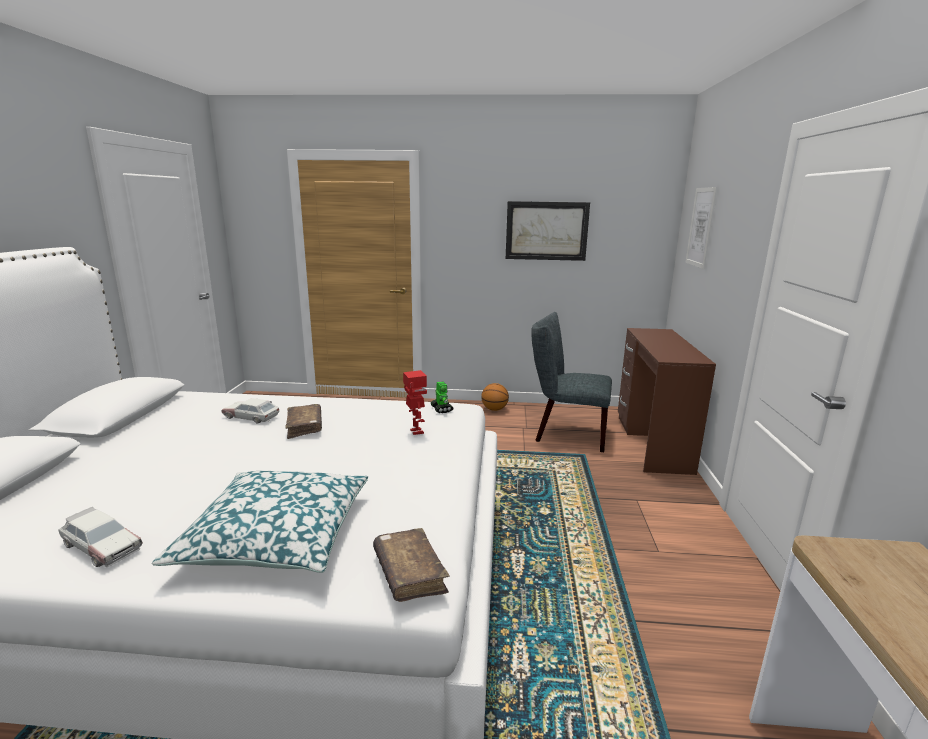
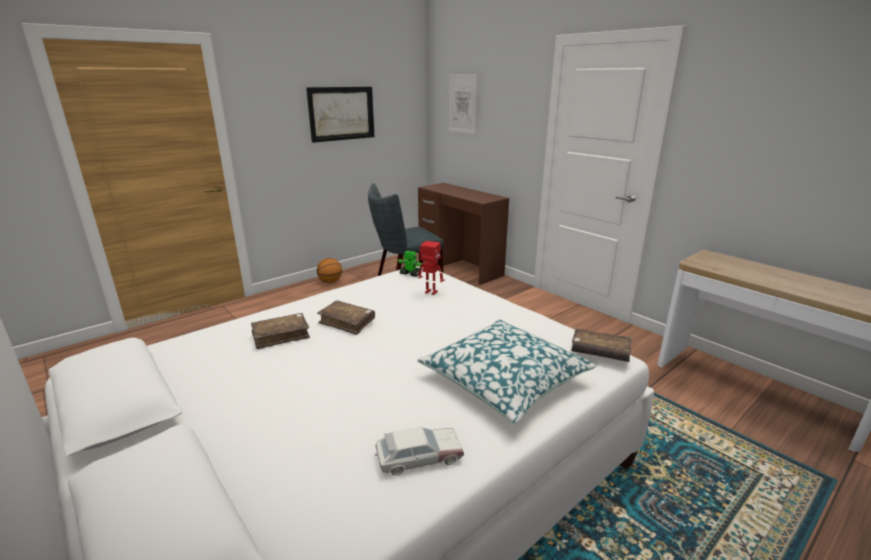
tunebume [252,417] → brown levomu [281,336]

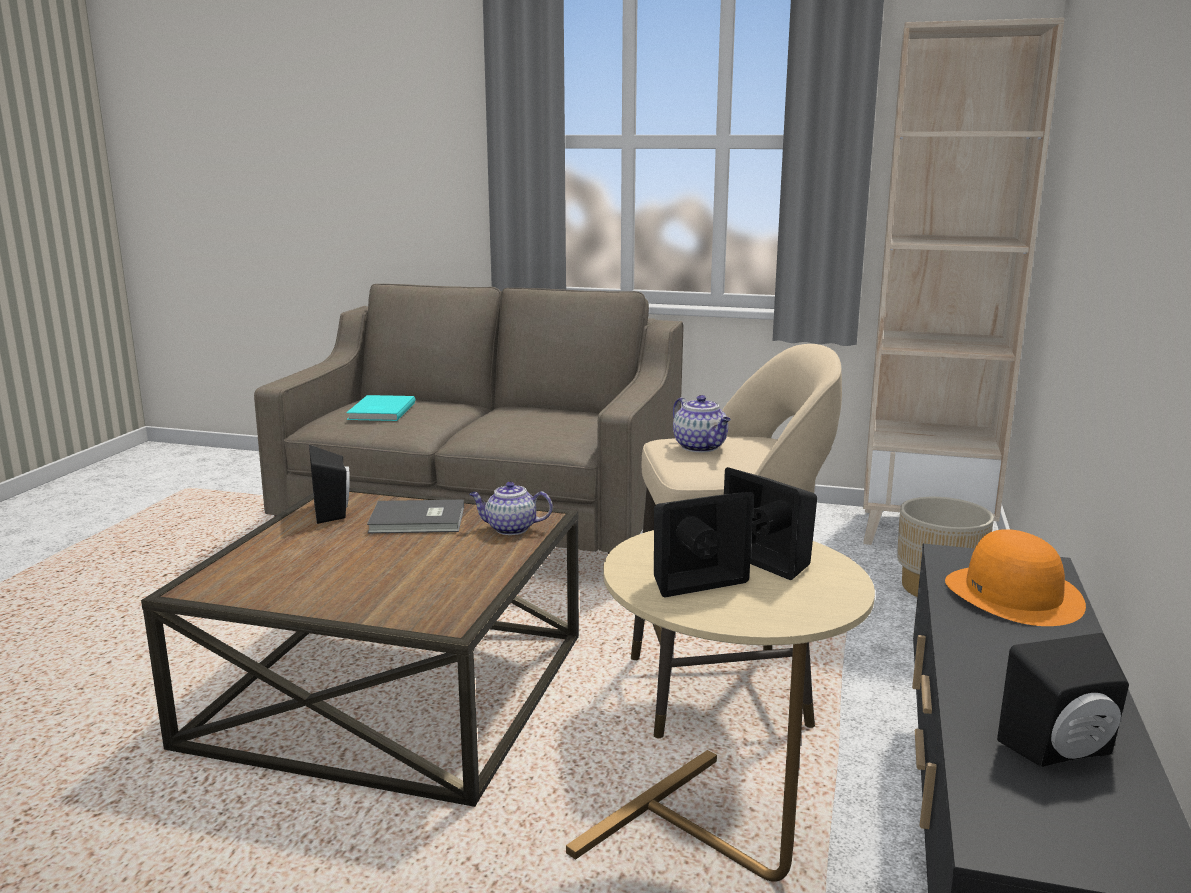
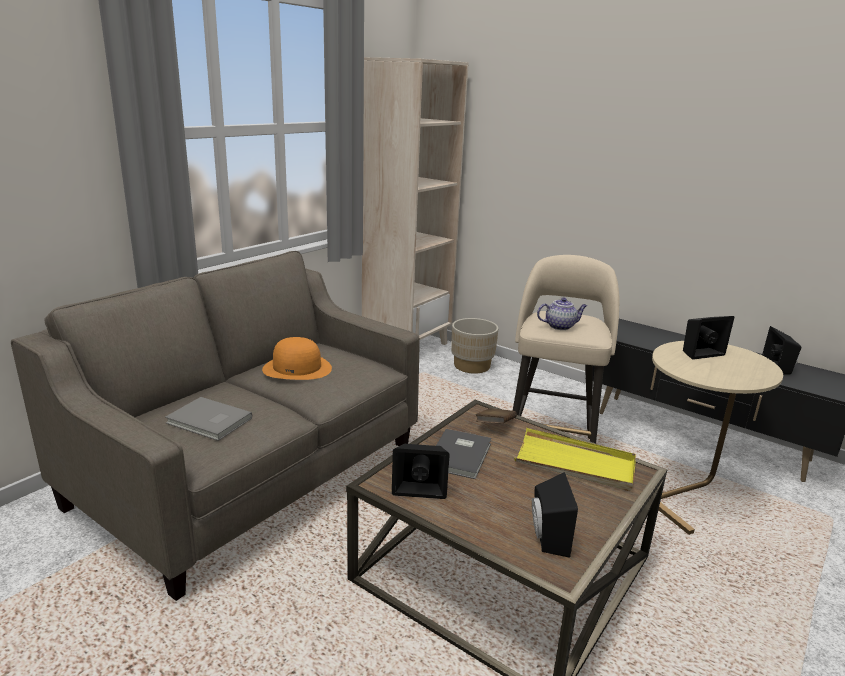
turquoise levomu [379,411] → grey levomu [209,421]
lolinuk [510,529] → brown levomu [495,426]
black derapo [693,579] → black derapo [546,537], move
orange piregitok [1013,595] → orange piregitok [297,368], move
- → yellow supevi [575,463]

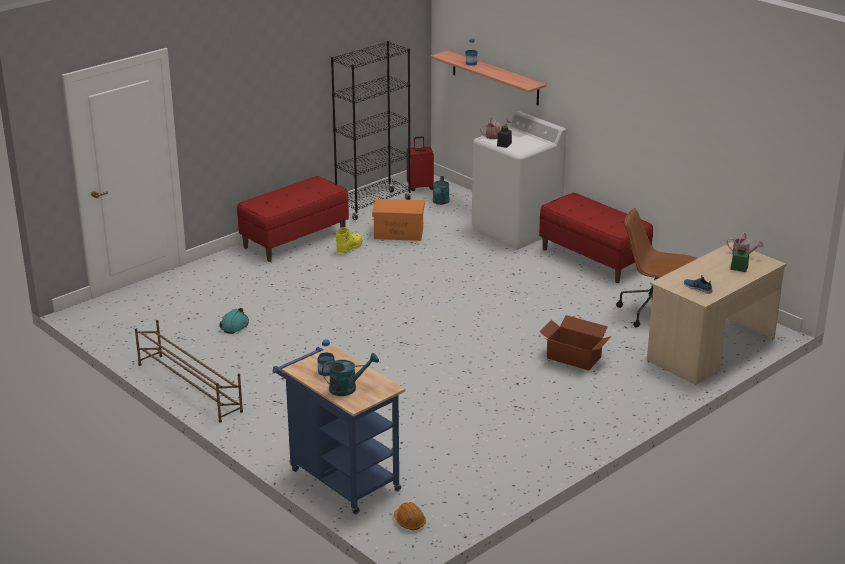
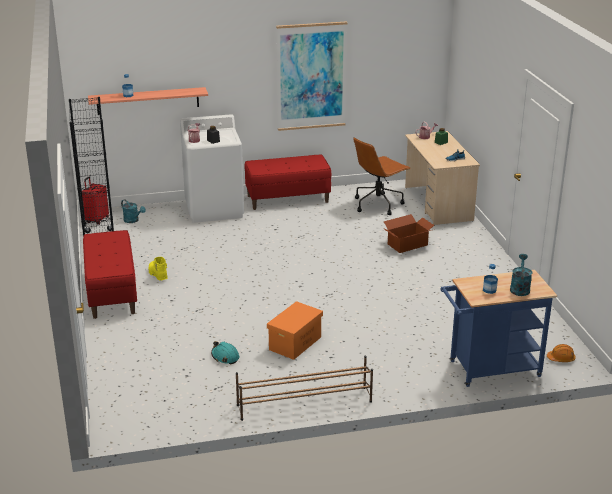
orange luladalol [399,233] → orange luladalol [295,343], move
- → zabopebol [311,76]

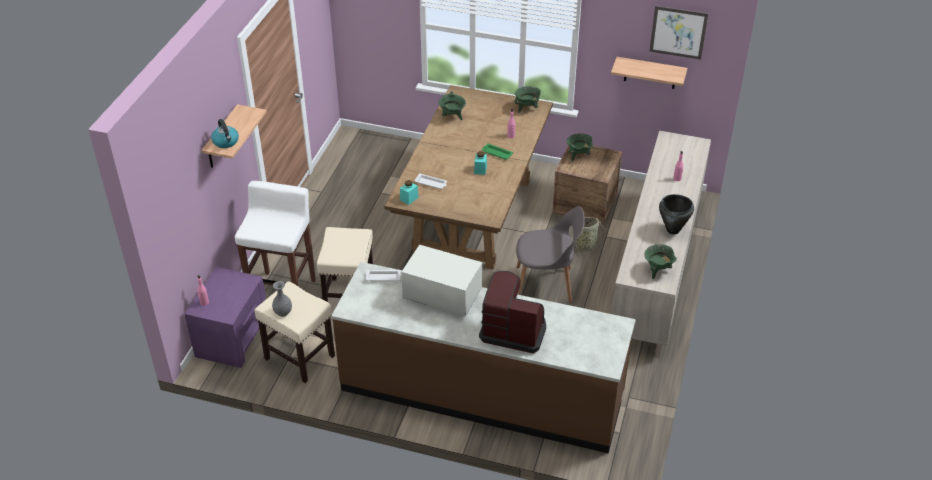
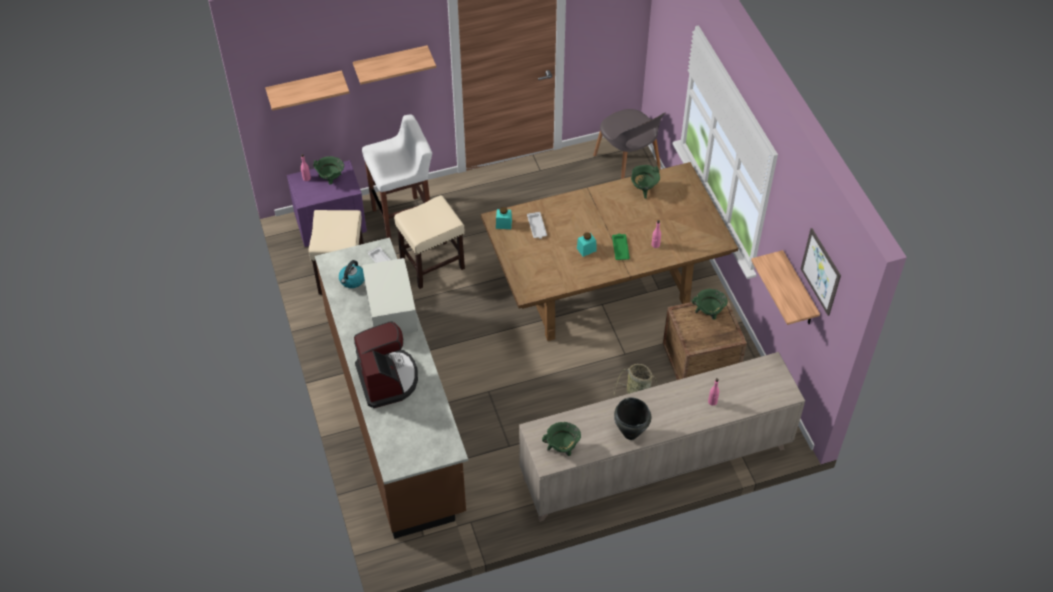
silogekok [226,142] → silogekok [352,280], move
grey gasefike [282,312] → -
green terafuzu [527,108] → green terafuzu [331,179], move
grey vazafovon [546,284] → grey vazafovon [627,163], move
- → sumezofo [305,89]

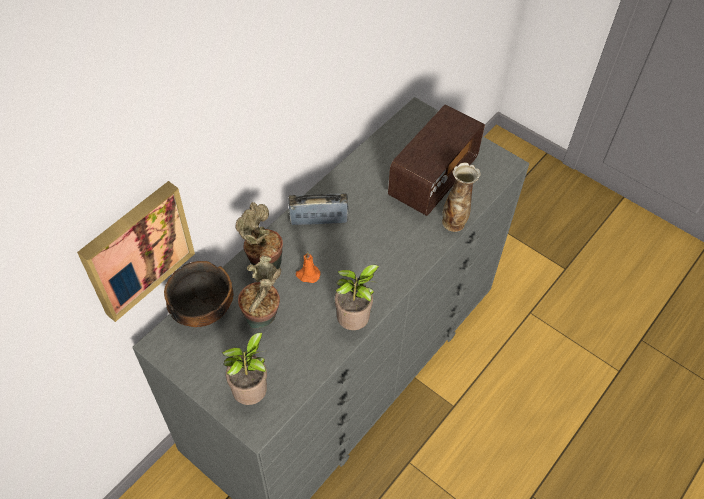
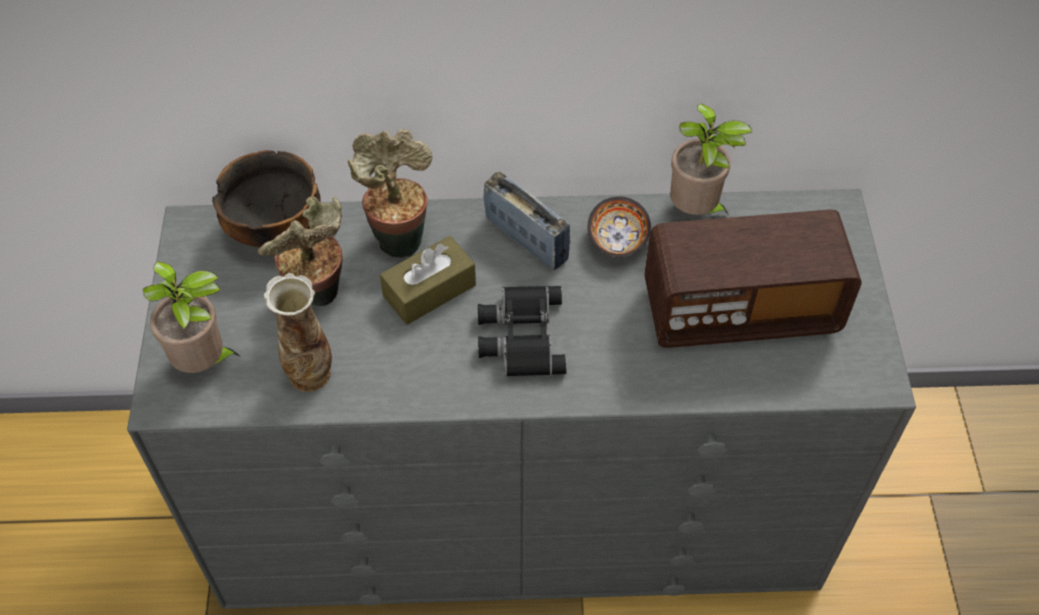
zabopebol [136,249] → -
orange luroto [307,275] → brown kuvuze [429,290]
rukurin [355,322] → rukurin [696,211], move
gasefike [454,223] → gasefike [310,375], move
- → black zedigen [520,335]
- → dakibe [616,240]

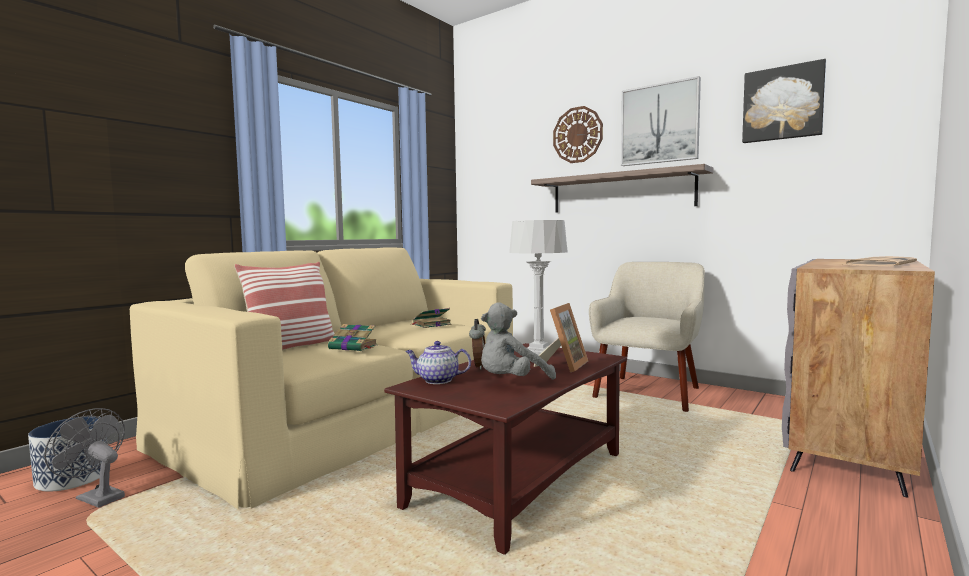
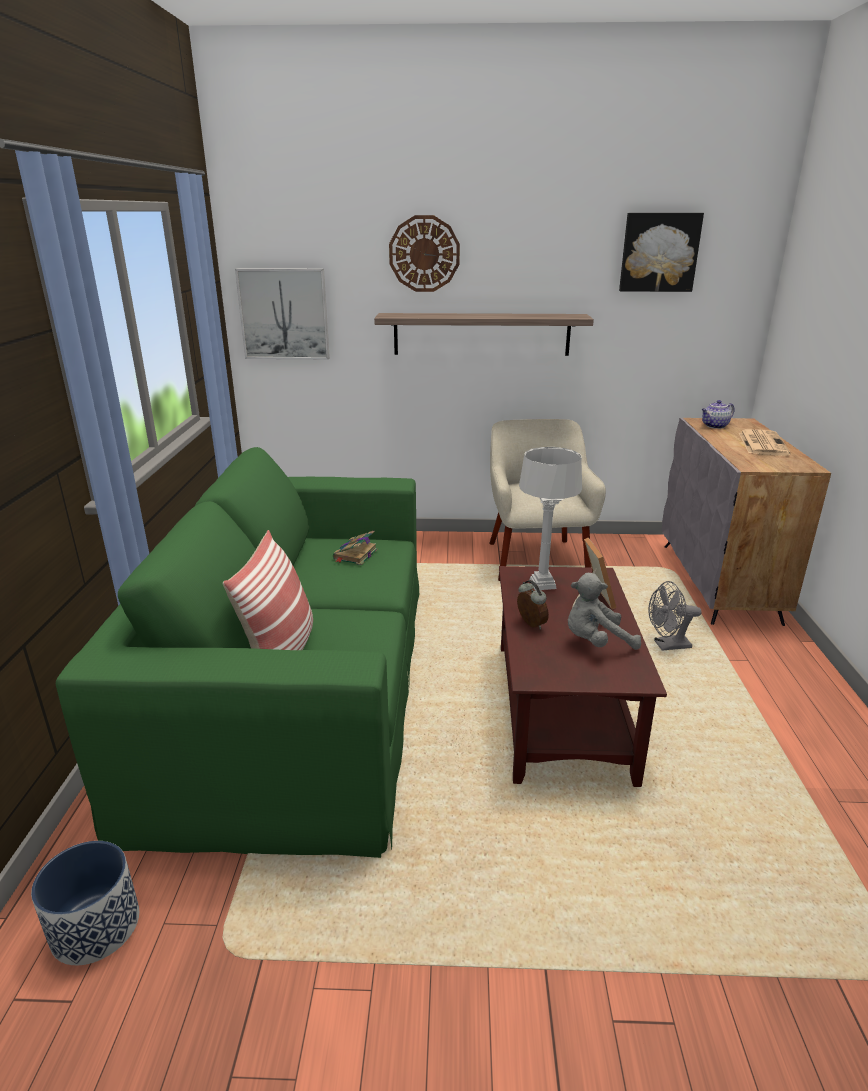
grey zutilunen [95,497] → grey zutilunen [667,646], move
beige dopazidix [353,415] → green dopazidix [297,688]
levomu [354,347] → -
lolinuk [437,380] → lolinuk [714,426], move
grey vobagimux [511,382] → grey vobagimux [595,642], 60 degrees clockwise
zabopebol [659,124] → zabopebol [284,314], move

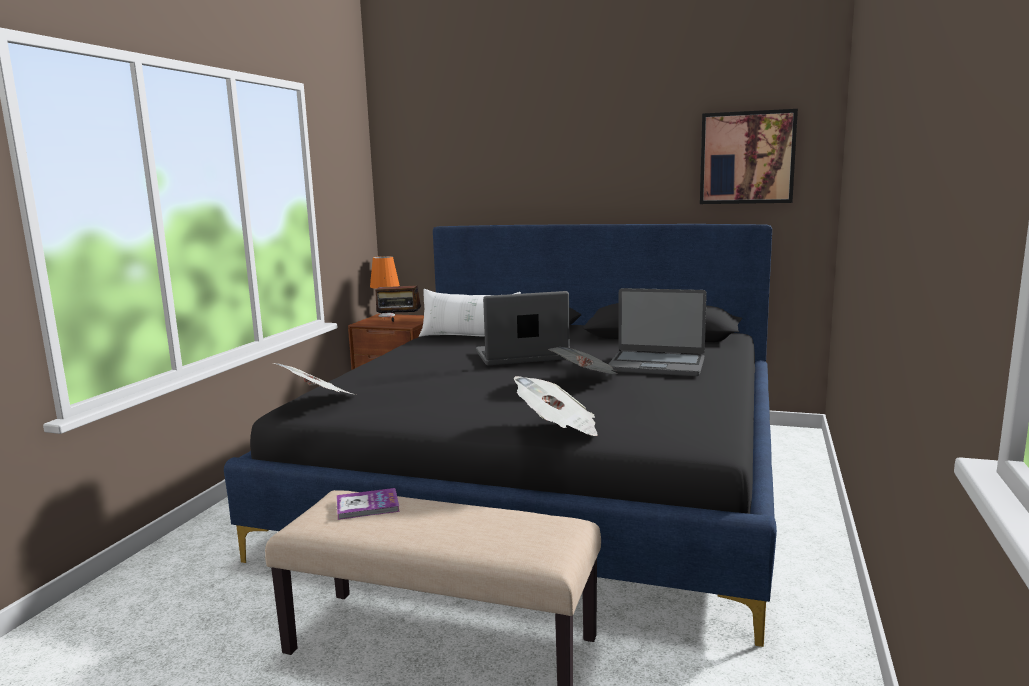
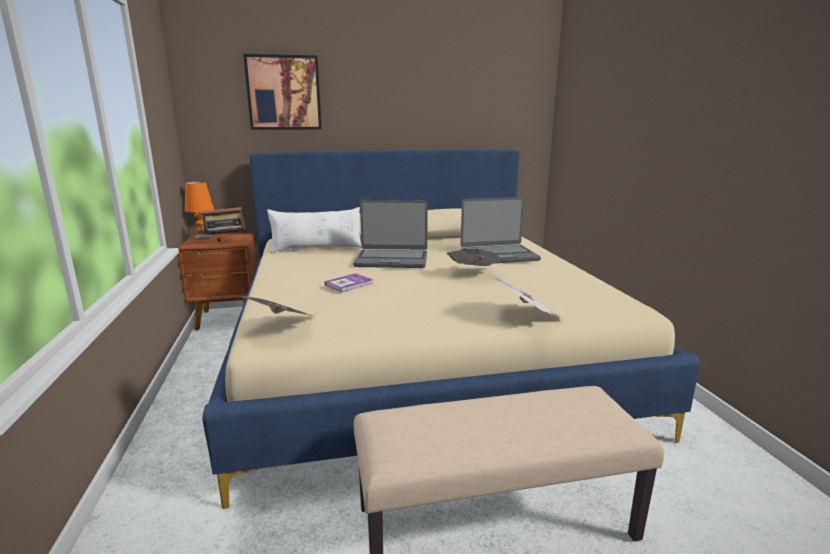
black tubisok [549,482] → beige tubisok [419,357]
levomu [367,506] → levomu [349,284], move
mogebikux [521,356] → mogebikux [392,260], 135 degrees counterclockwise
zabopebol [747,158] → zabopebol [284,93], move

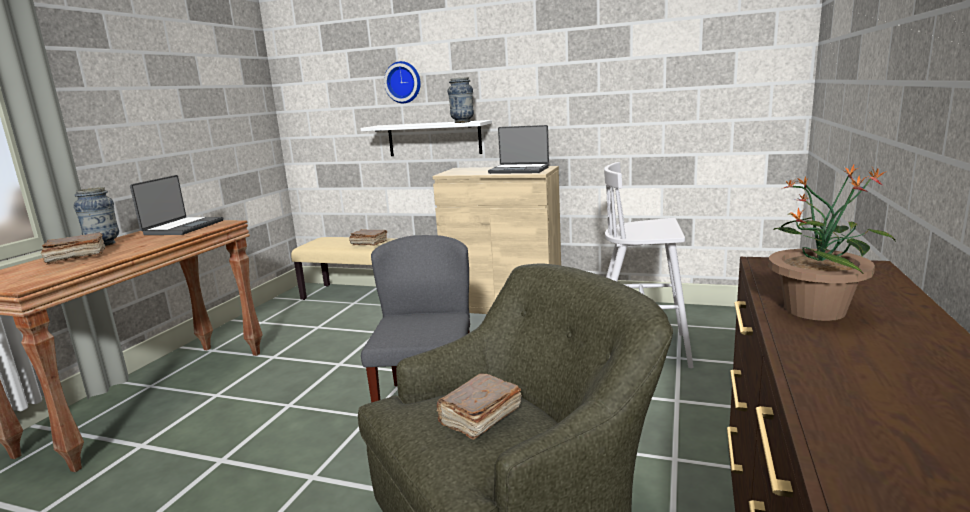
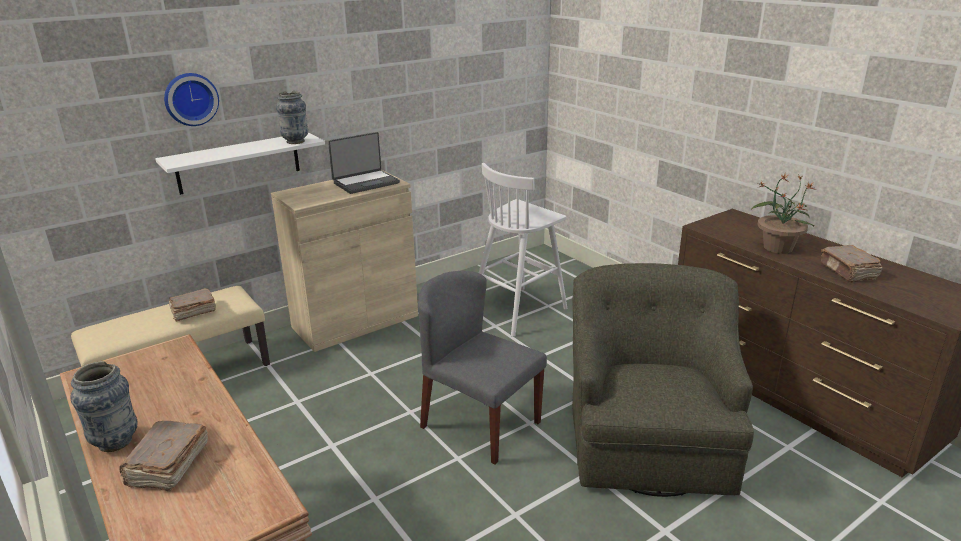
mogebikux [183,227] → -
brown levomu [479,417] → brown levomu [848,272], move

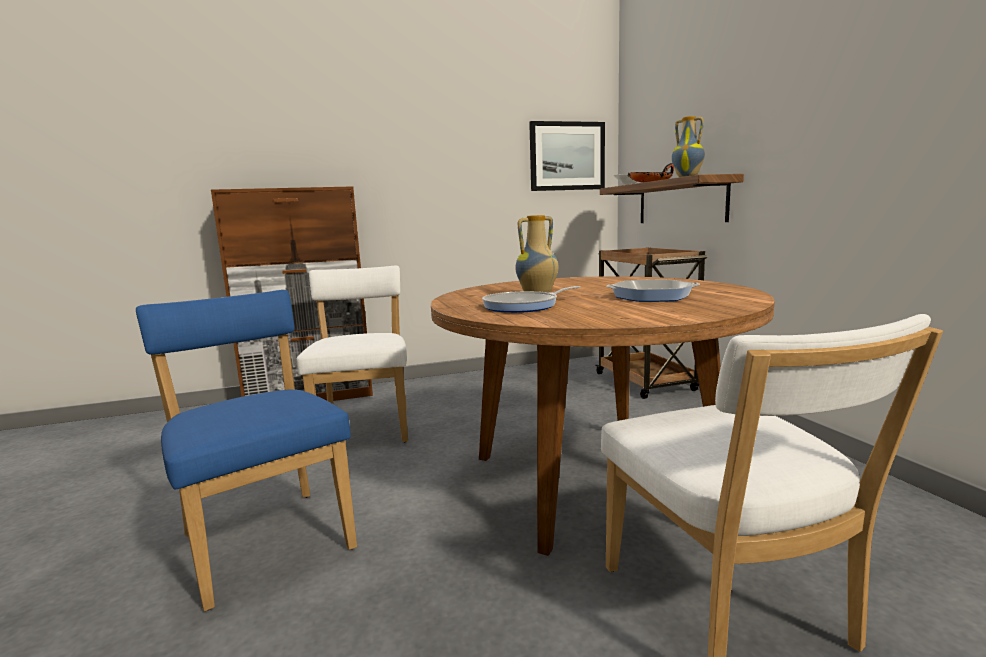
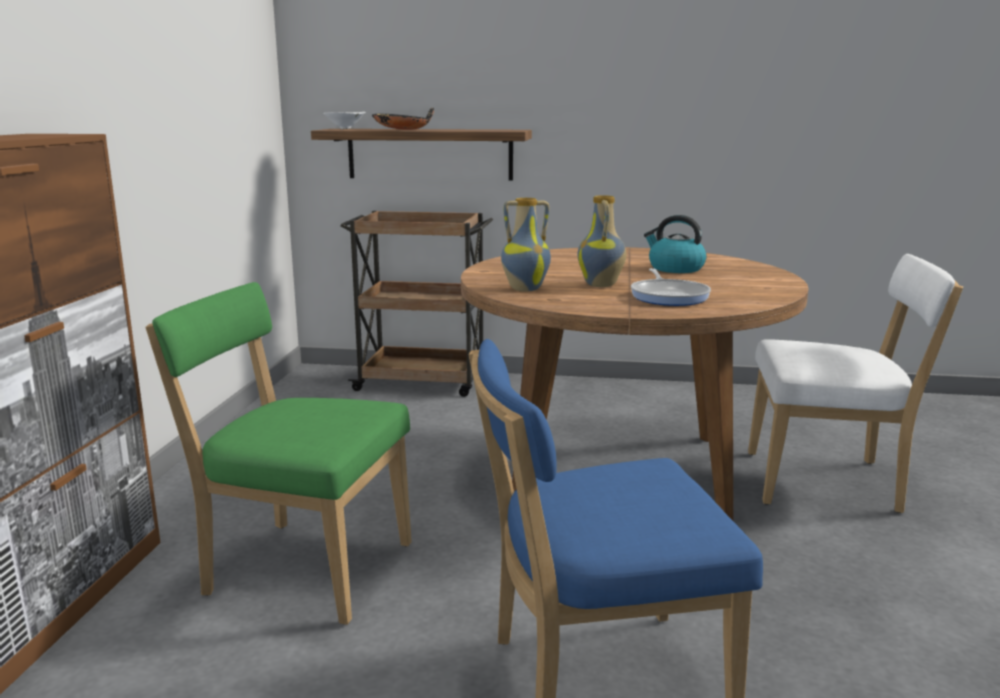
white vazafovon [365,426] → green vazafovon [301,567]
zabopebol [567,156] → -
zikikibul [652,296] → silogekok [675,268]
gasefike [687,177] → gasefike [525,289], move

